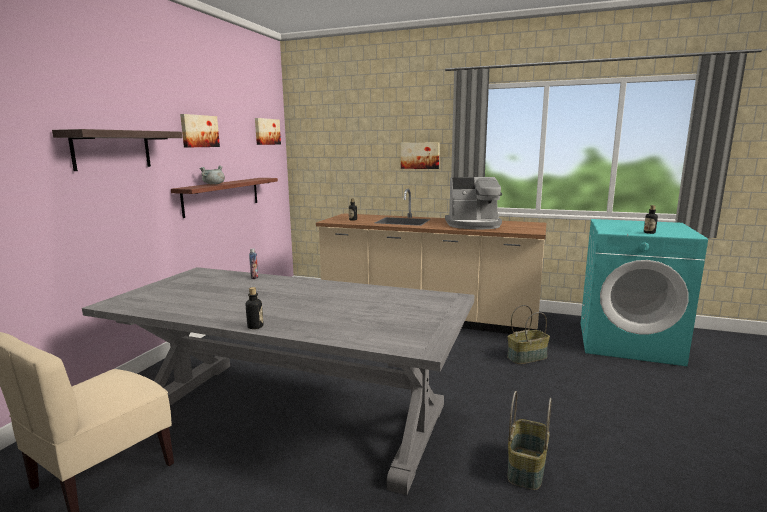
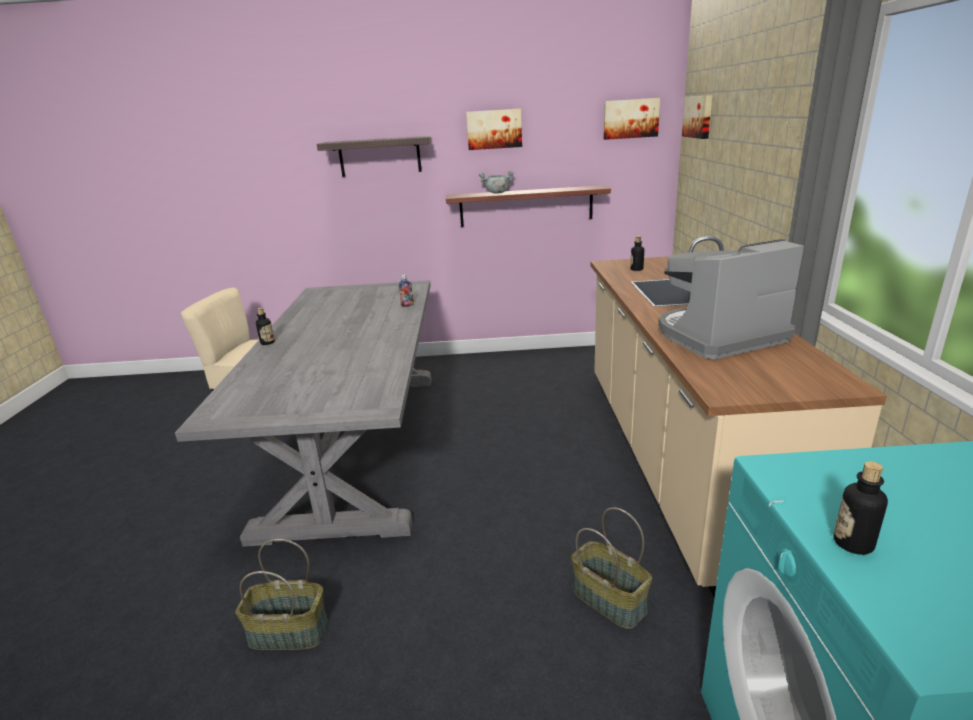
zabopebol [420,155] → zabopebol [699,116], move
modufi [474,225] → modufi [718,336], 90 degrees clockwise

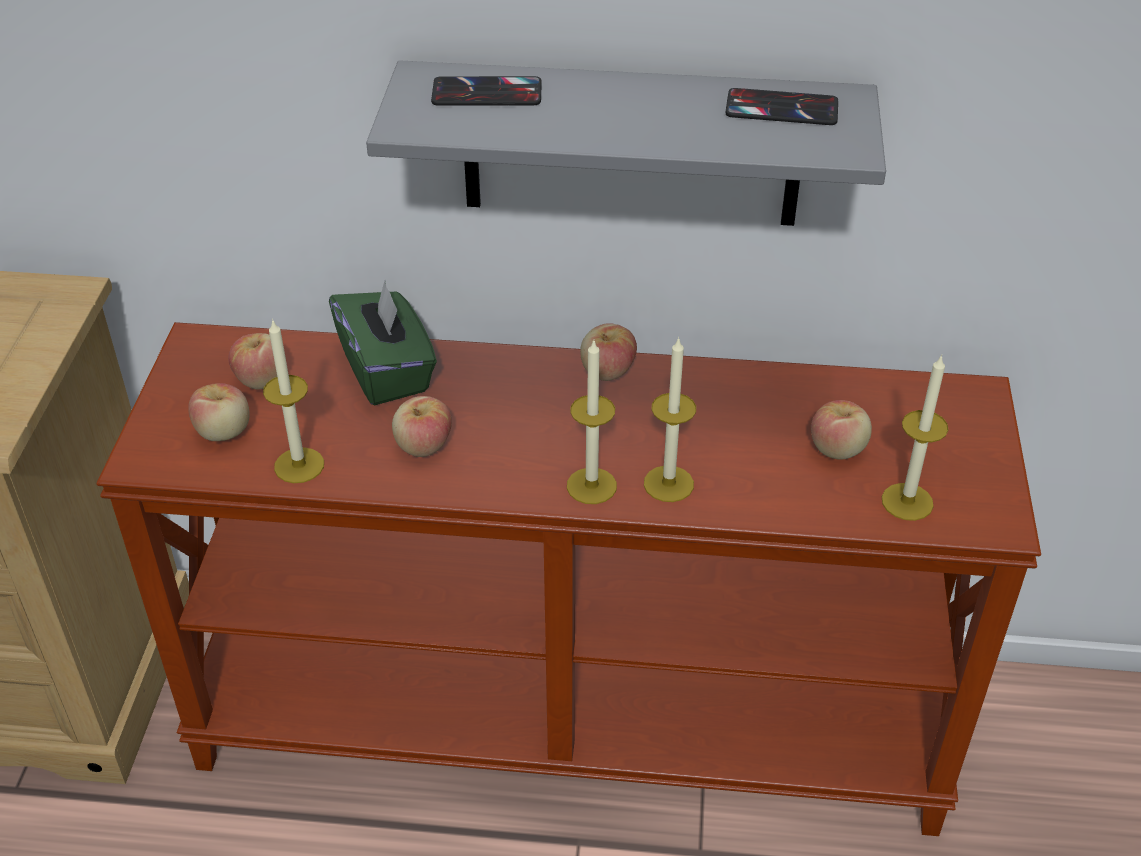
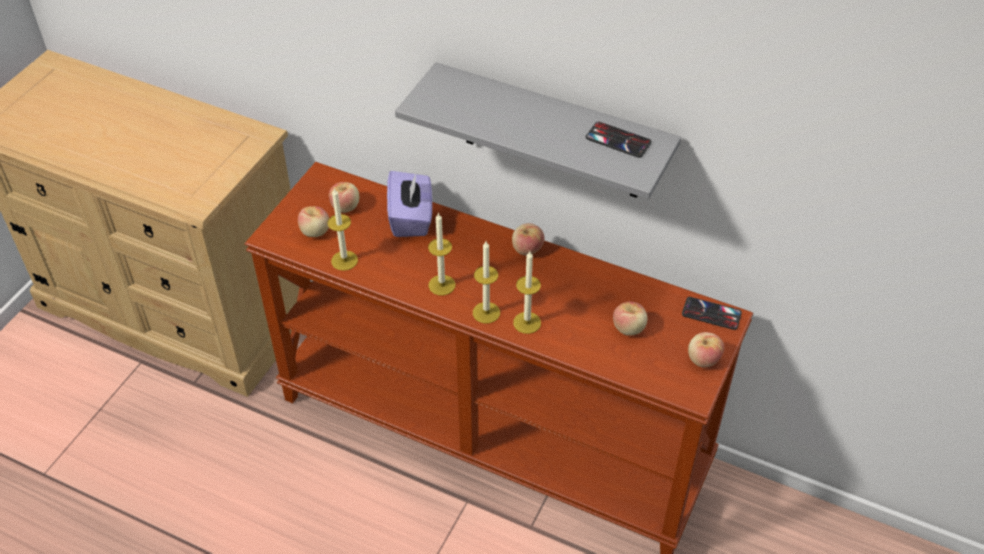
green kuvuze [387,371] → purple kuvuze [411,218]
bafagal [423,446] → bafagal [703,359], move
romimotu [487,93] → romimotu [711,314], move
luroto [907,502] → luroto [442,285], move

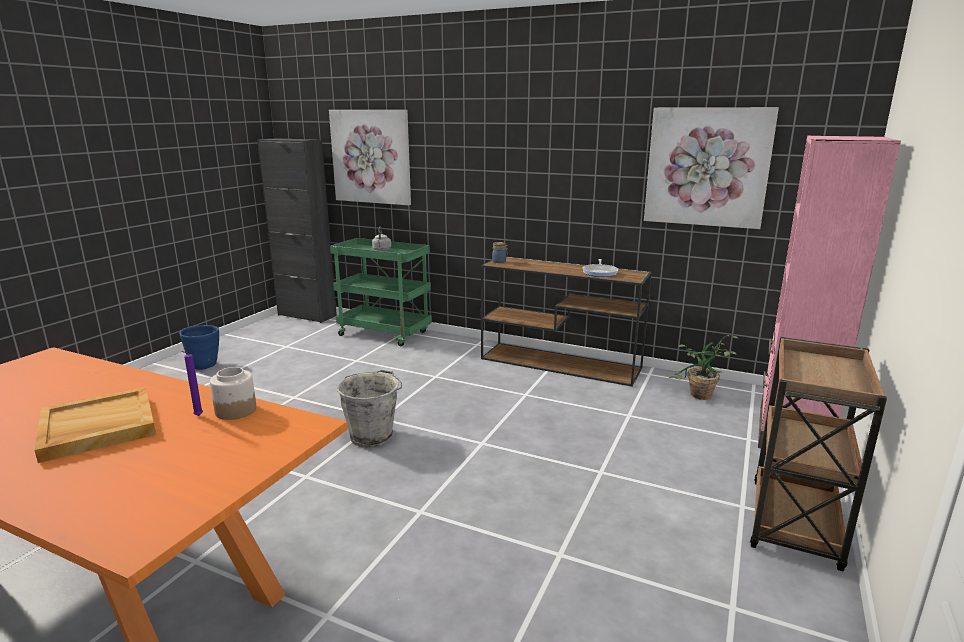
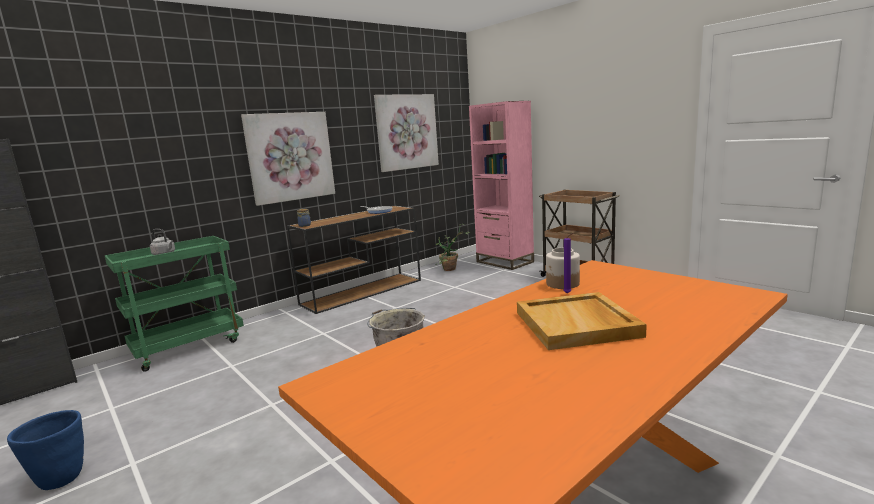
zabopebol [371,157] → zabopebol [290,157], move

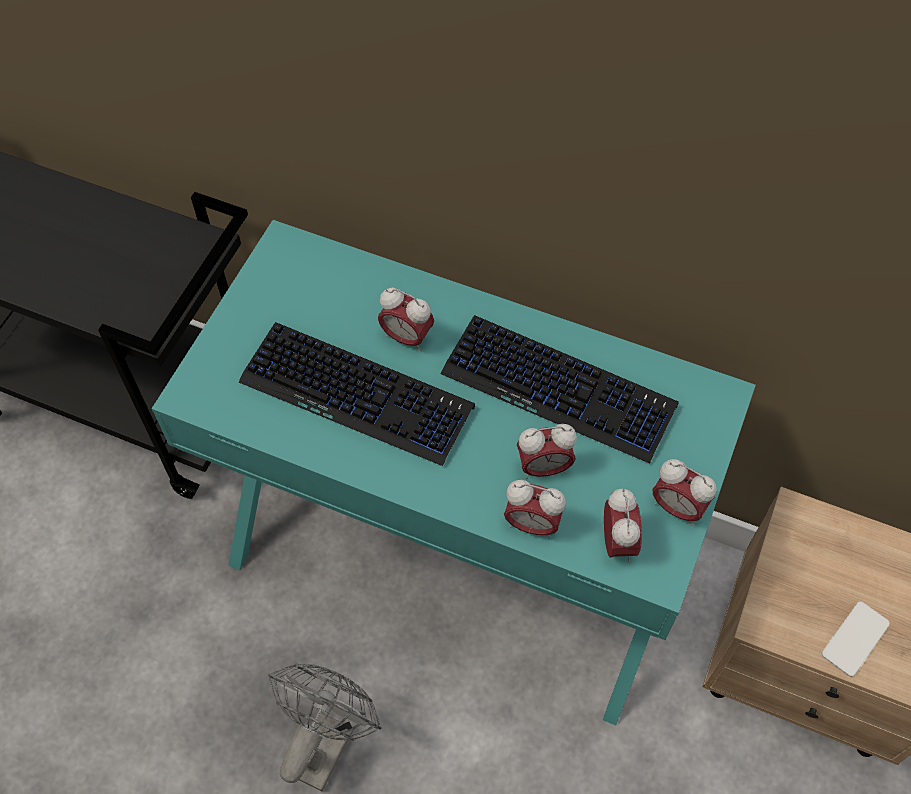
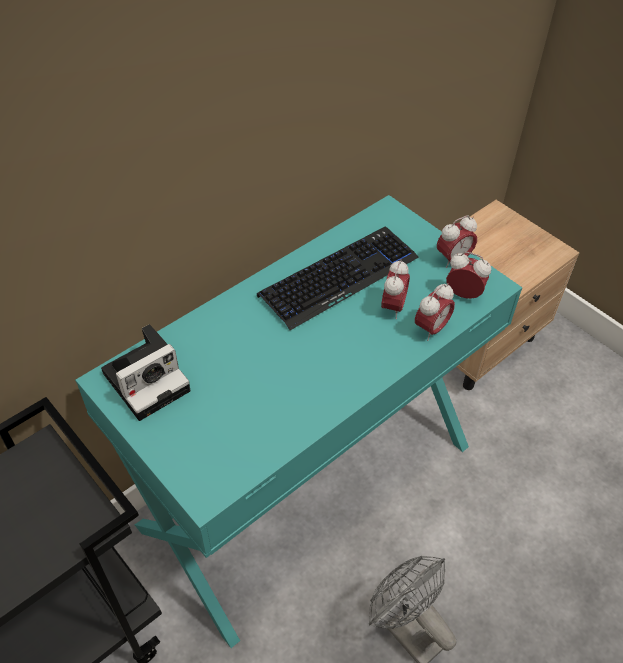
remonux [357,394] → -
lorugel [406,337] → -
romimotu [855,639] → -
- → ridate [148,379]

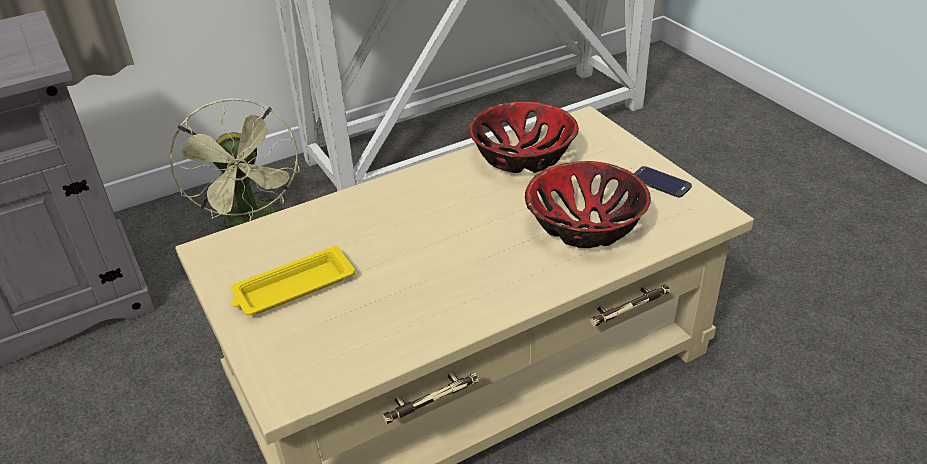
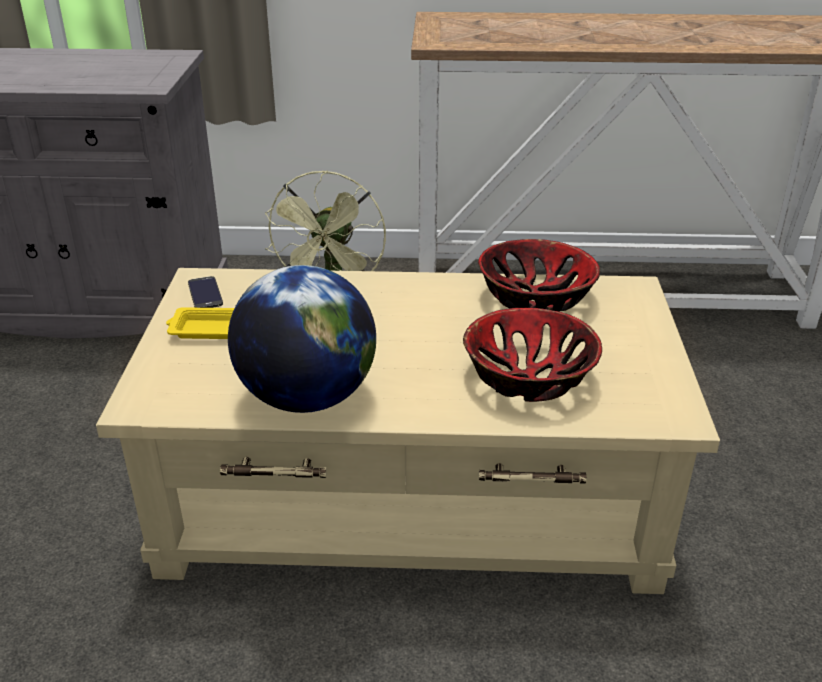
romimotu [661,182] → romimotu [205,293], move
- → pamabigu [307,398]

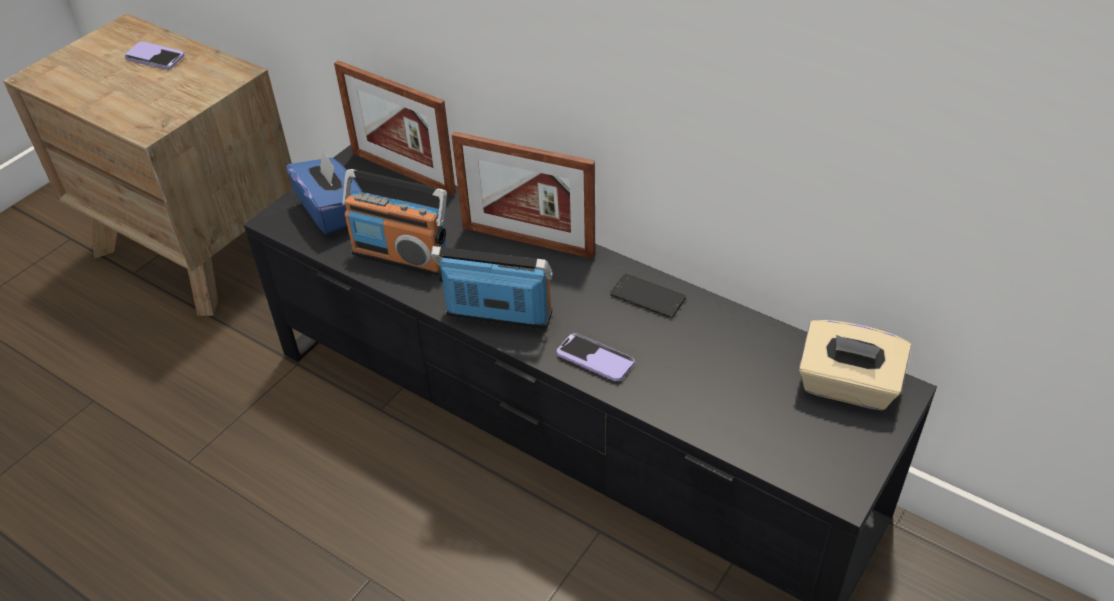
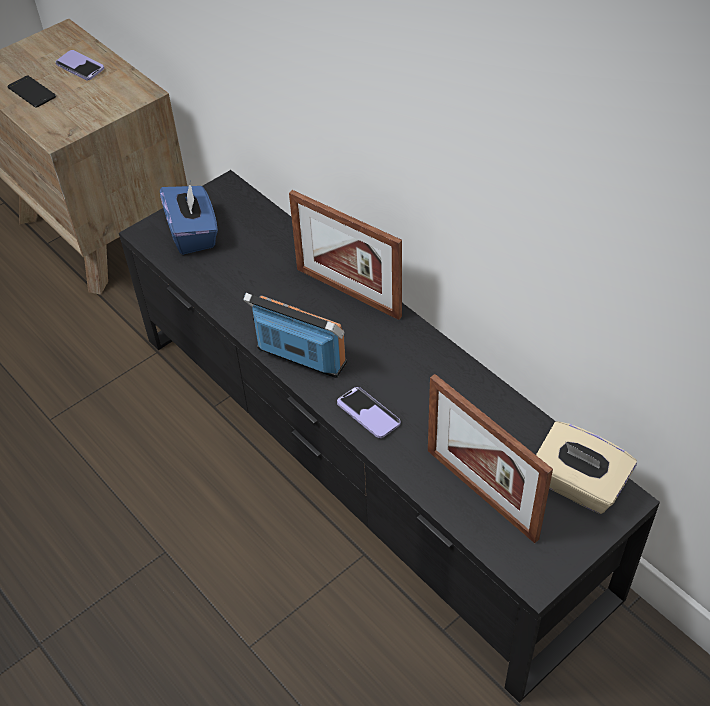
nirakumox [402,172] → nirakumox [481,493], move
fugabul [401,256] → -
romimotu [647,296] → romimotu [32,92], move

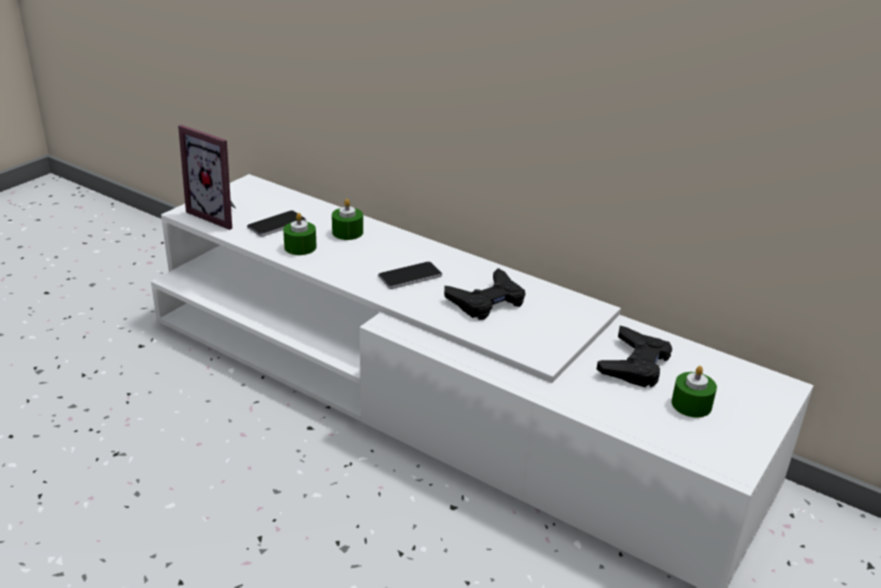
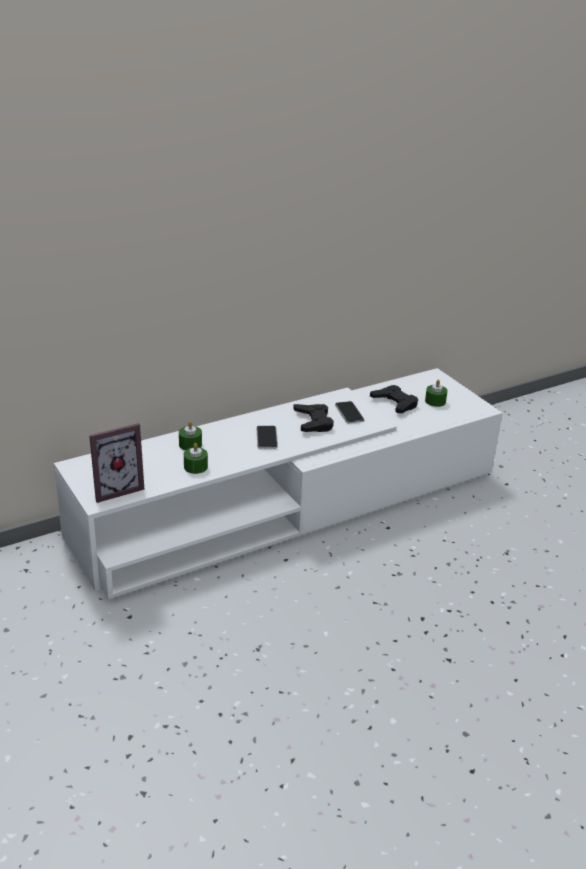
romimotu [276,224] → romimotu [349,413], move

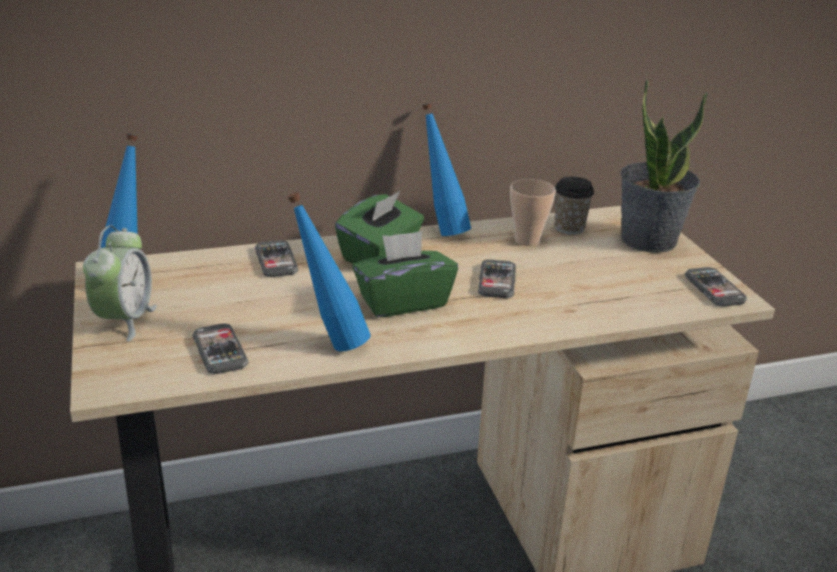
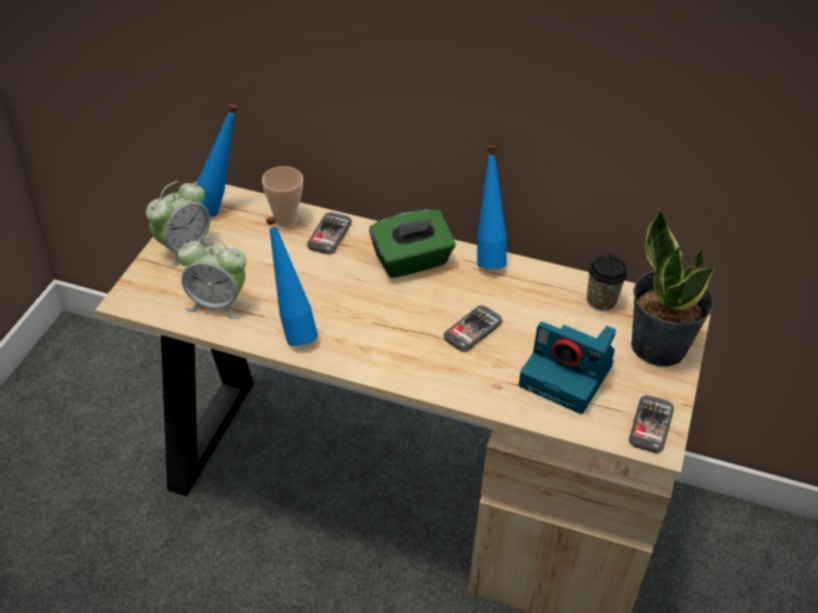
romimotu [220,351] → lorugel [217,303]
green kuvuze [403,302] → -
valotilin [527,240] → valotilin [285,219], move
- → ridate [568,376]

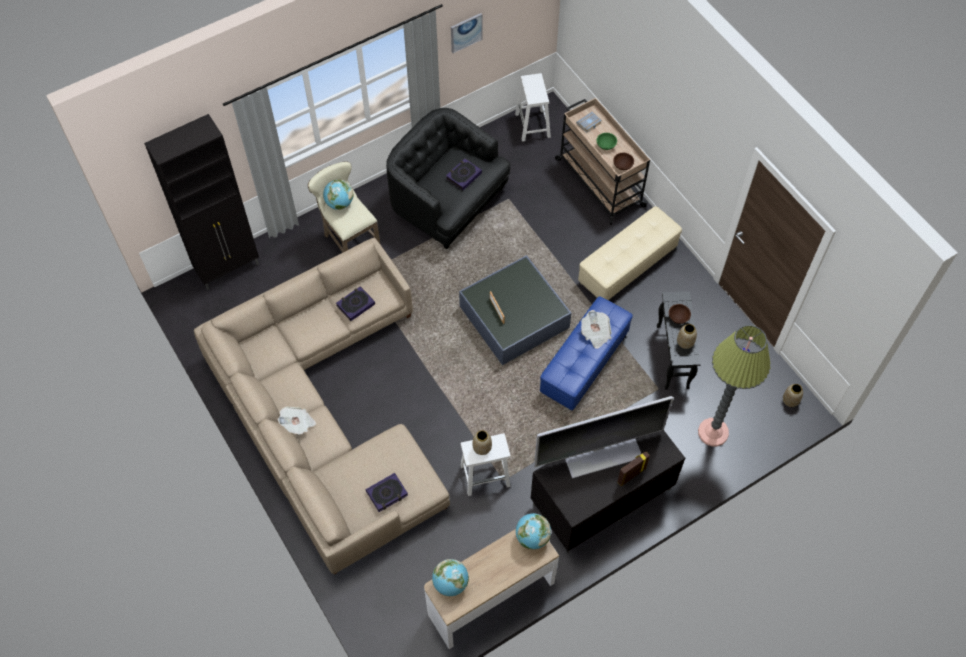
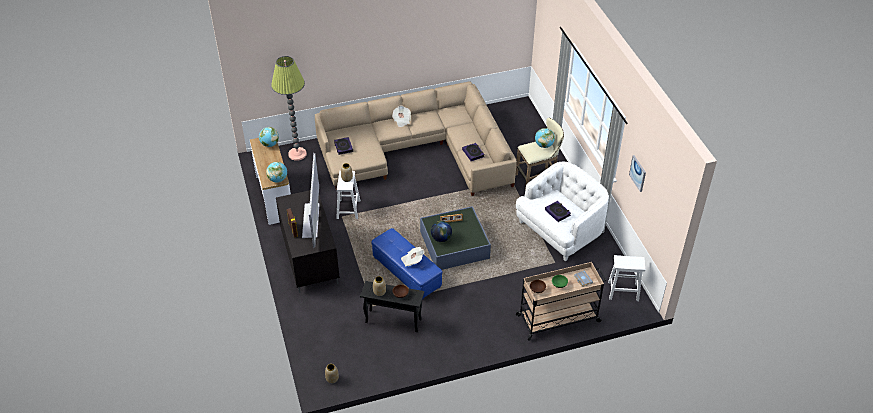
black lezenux [229,268] → -
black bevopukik [447,202] → white bevopukik [560,230]
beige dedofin [627,266] → -
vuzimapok [713,432] → vuzimapok [297,154], move
- → pamabigu [441,238]

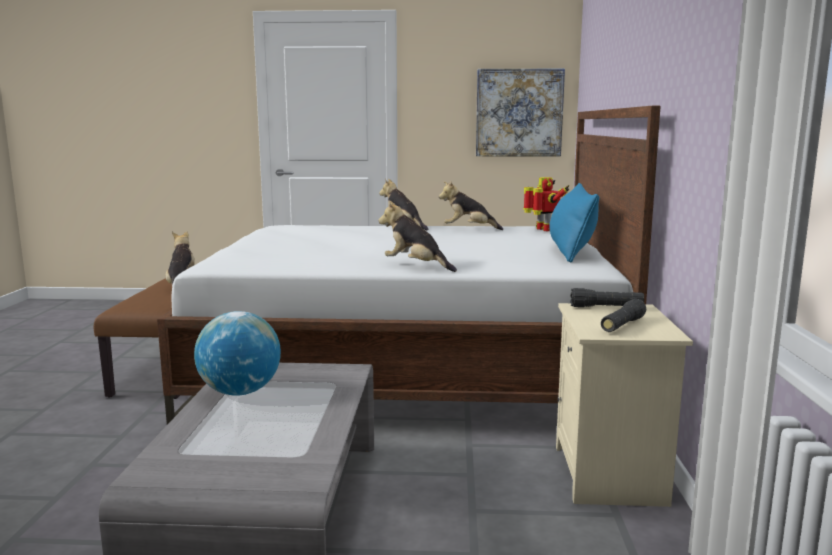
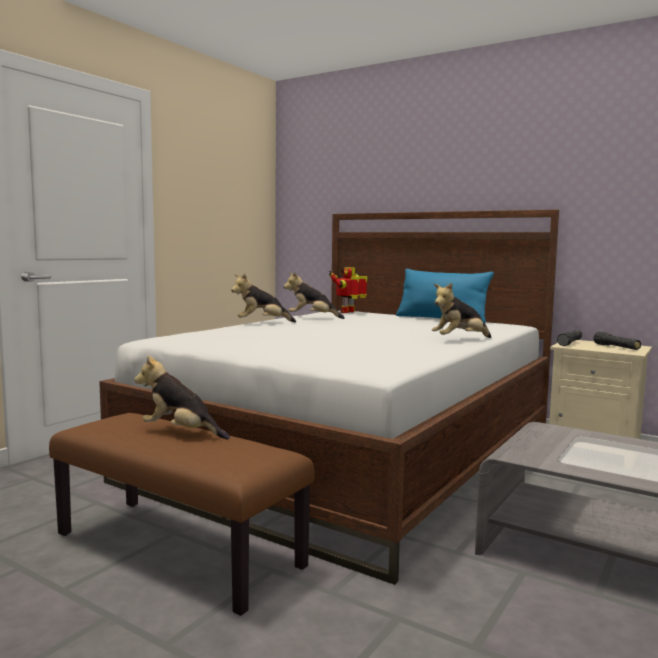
pamabigu [240,392] → -
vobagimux [468,229] → vobagimux [312,318], 60 degrees clockwise
zabopebol [519,113] → -
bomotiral [543,230] → bomotiral [349,312], 60 degrees counterclockwise

